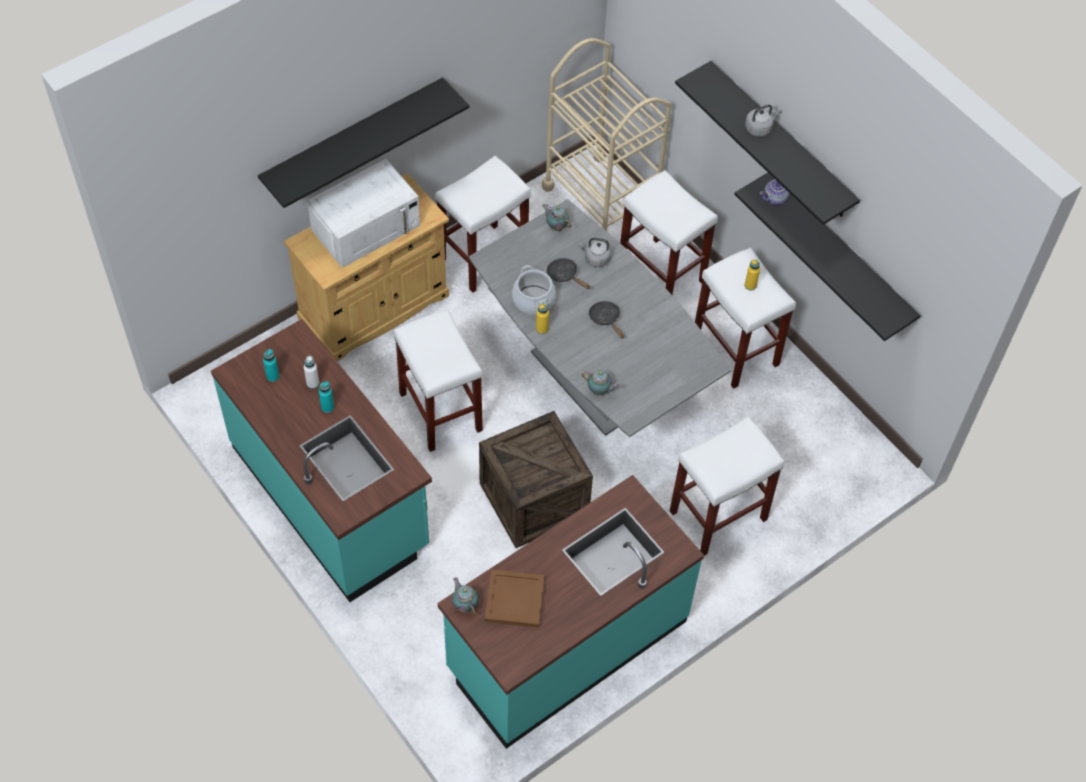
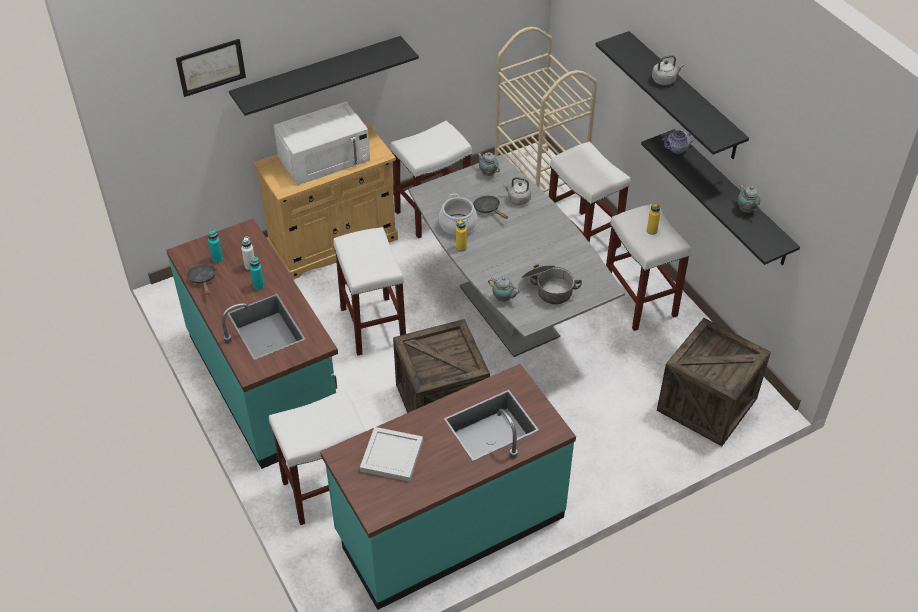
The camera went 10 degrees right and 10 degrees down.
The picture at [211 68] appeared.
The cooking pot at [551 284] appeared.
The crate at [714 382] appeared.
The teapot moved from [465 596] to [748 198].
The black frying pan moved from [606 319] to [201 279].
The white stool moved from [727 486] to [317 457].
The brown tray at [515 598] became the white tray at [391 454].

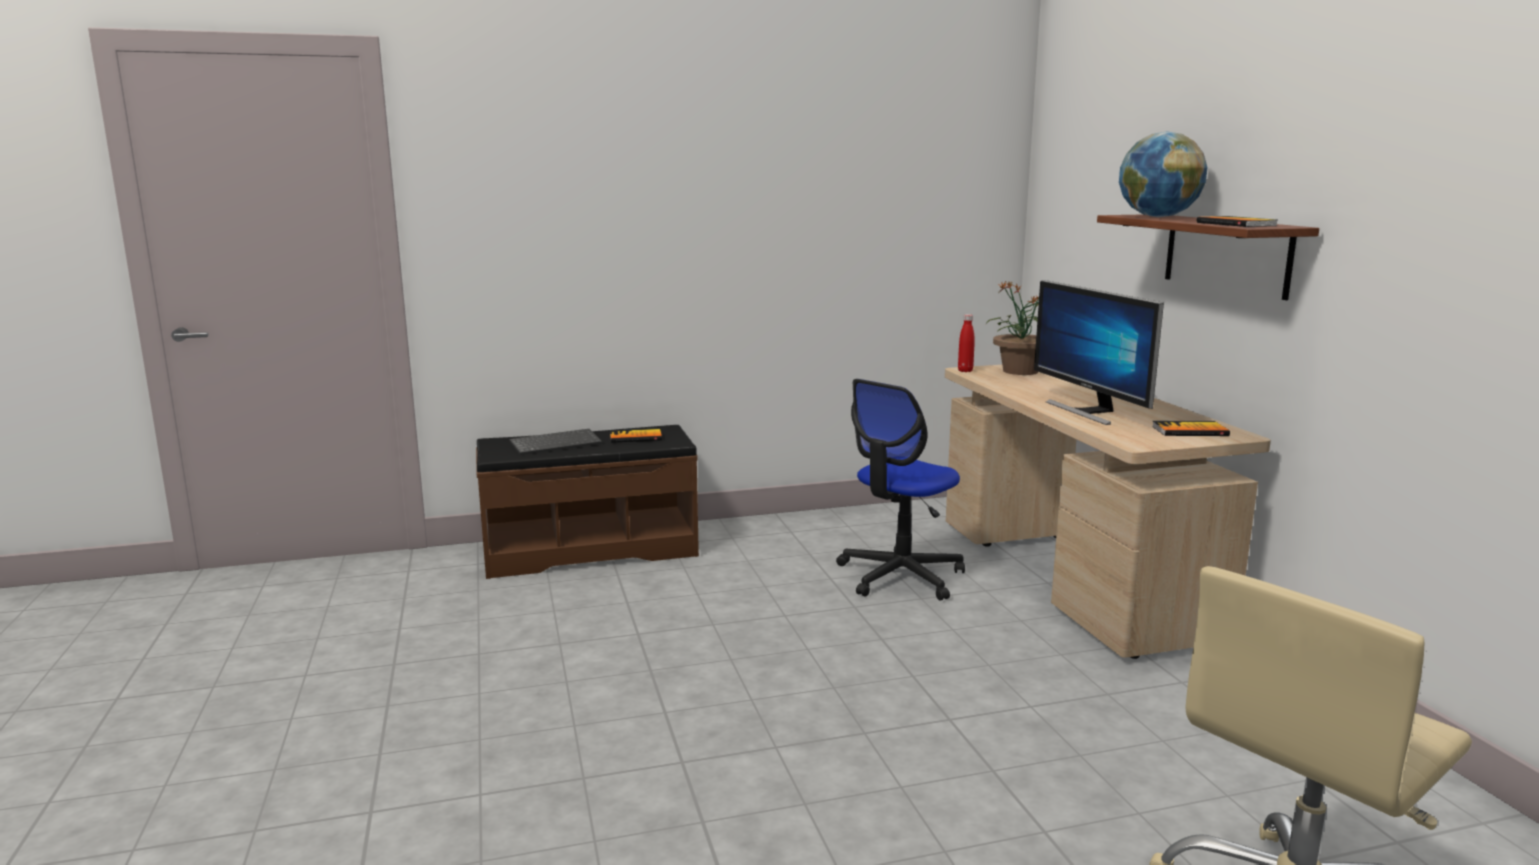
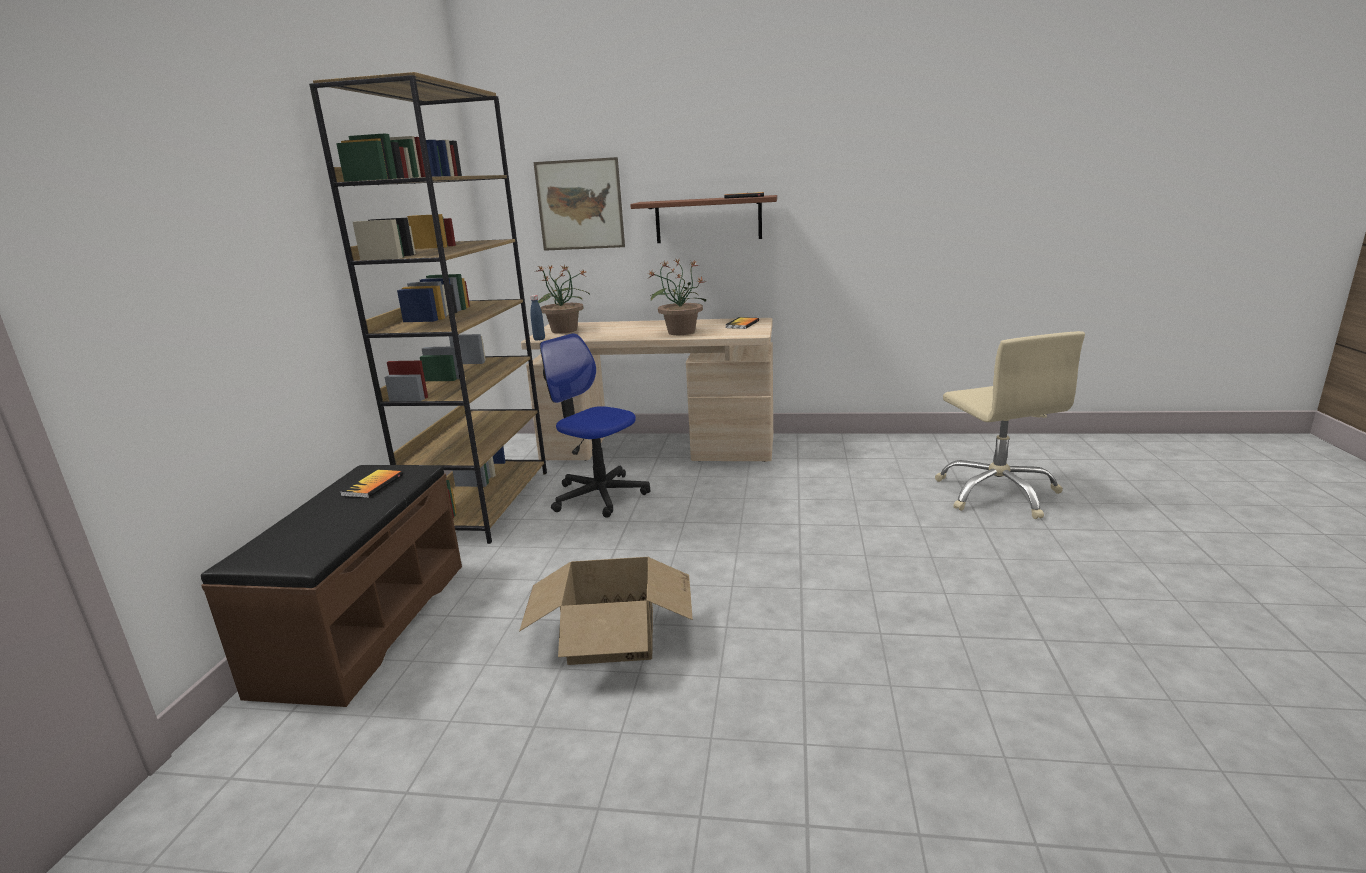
The camera went 65 degrees left and 5 degrees up.
The keyboard at [555 442] disappeared.
The globe at [1163 174] disappeared.
The brown bookcase at [428 308] appeared.
The cardboard box at [606 611] appeared.
The picture at [579 204] appeared.
The monitor at [1099 352] was replaced by the potted plant at [678 296].
The red bottle at [966 343] became the blue bottle at [537 318].
The office chair at [900 490] turned 150 degrees clockwise.

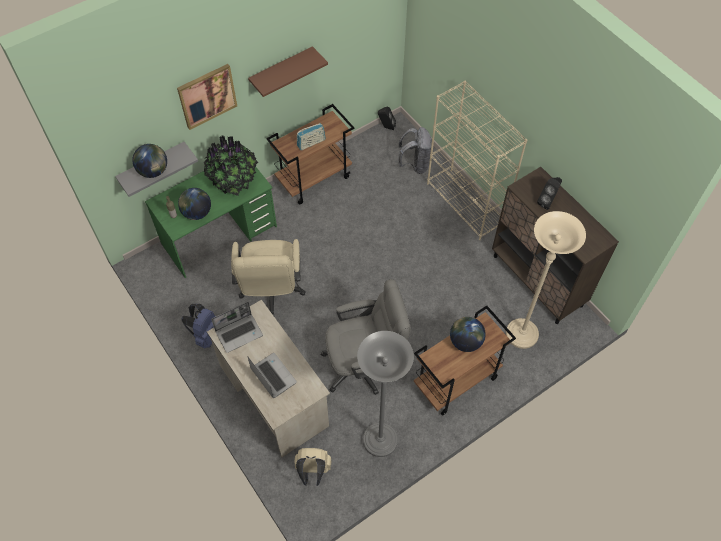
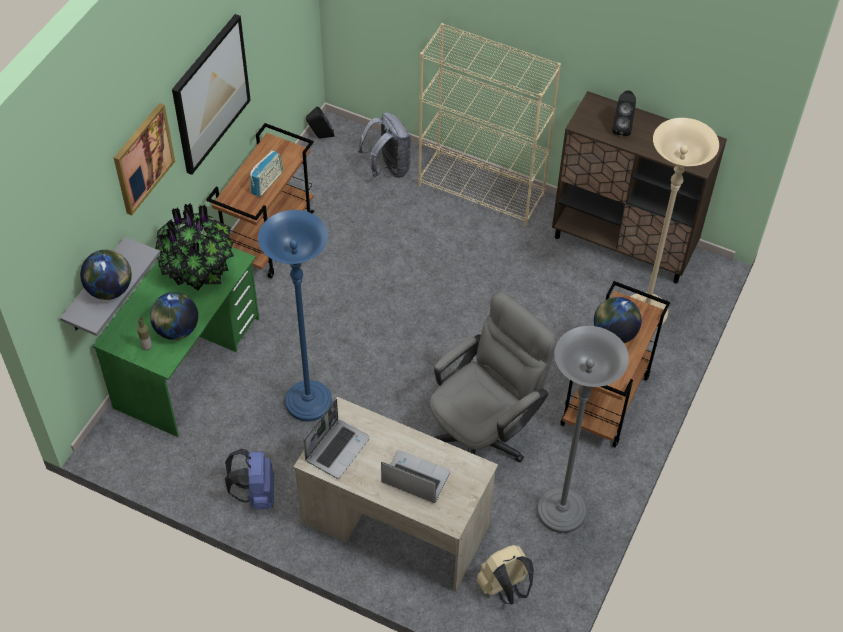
The camera went 30 degrees left and 5 degrees down.
The beige office chair at [268 277] was replaced by the blue floor lamp at [295 315].
The brown shelf at [288 71] was replaced by the picture at [211 94].

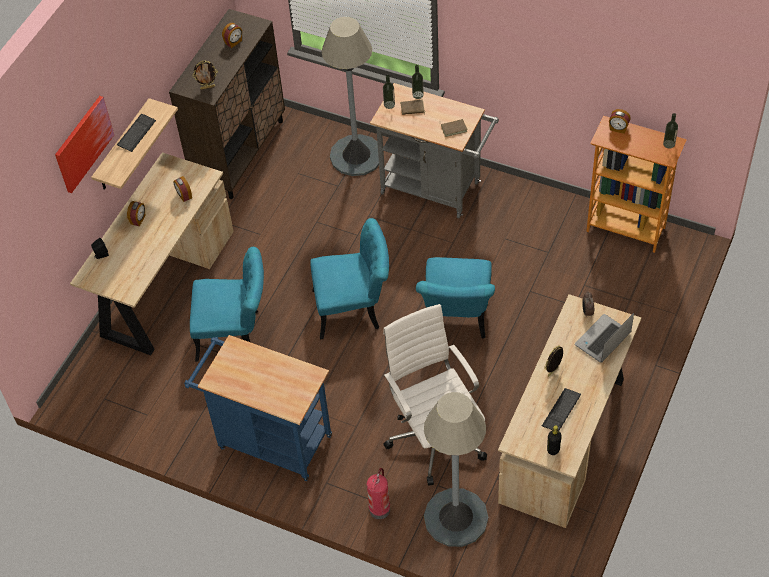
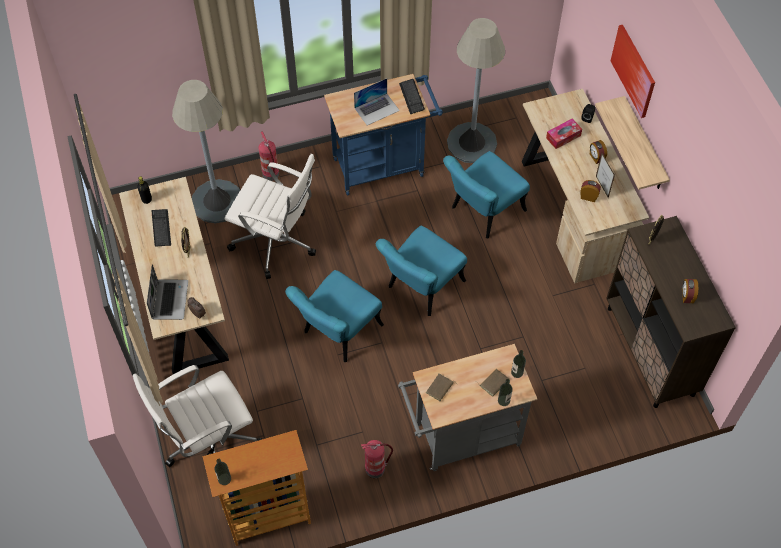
The camera went 135 degrees right and 5 degrees up.
The alarm clock at [620 121] disappeared.
The white office chair at [197 416] appeared.
The laptop at [377 101] appeared.
The fire extinguisher at [377 459] appeared.
The tissue box at [564 133] appeared.
The picture frame at [605 176] appeared.
The keyboard moved from [136 133] to [412 96].
The grey floor lamp moved from [350 96] to [476 90].
The turquoise chair at [455 298] turned 105 degrees counterclockwise.

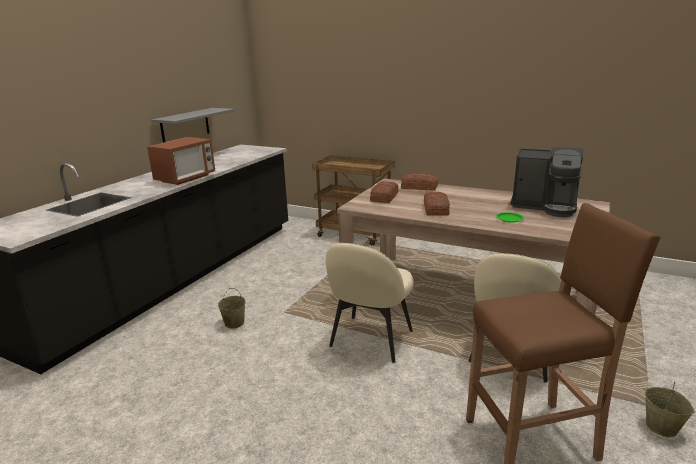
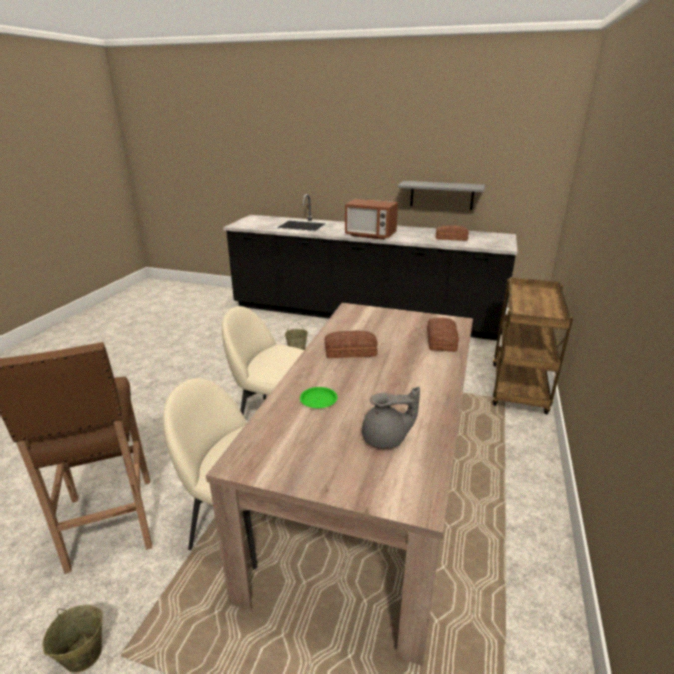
The camera went 80 degrees right and 5 degrees up.
The bread moved from [384 192] to [452 233].
The coffee machine at [546 182] was replaced by the grey teapot at [391 417].

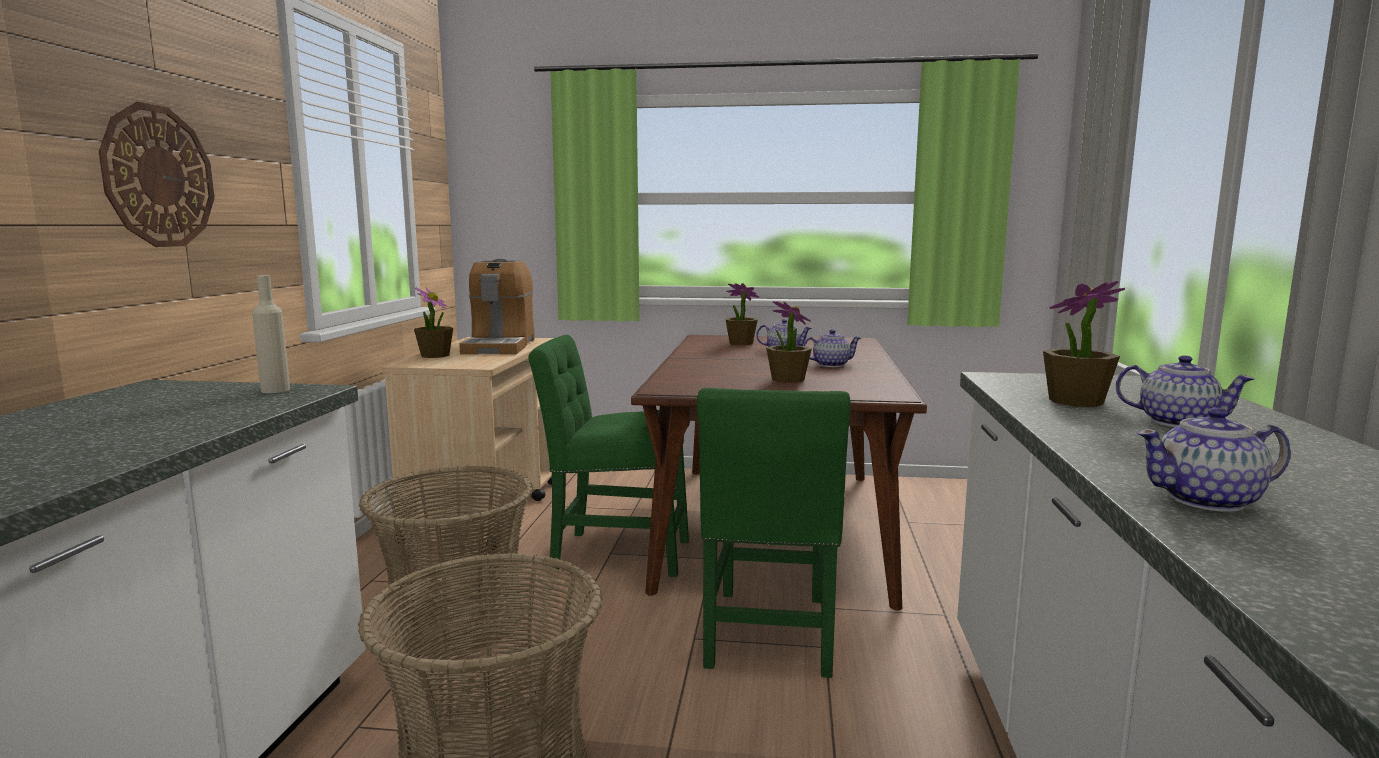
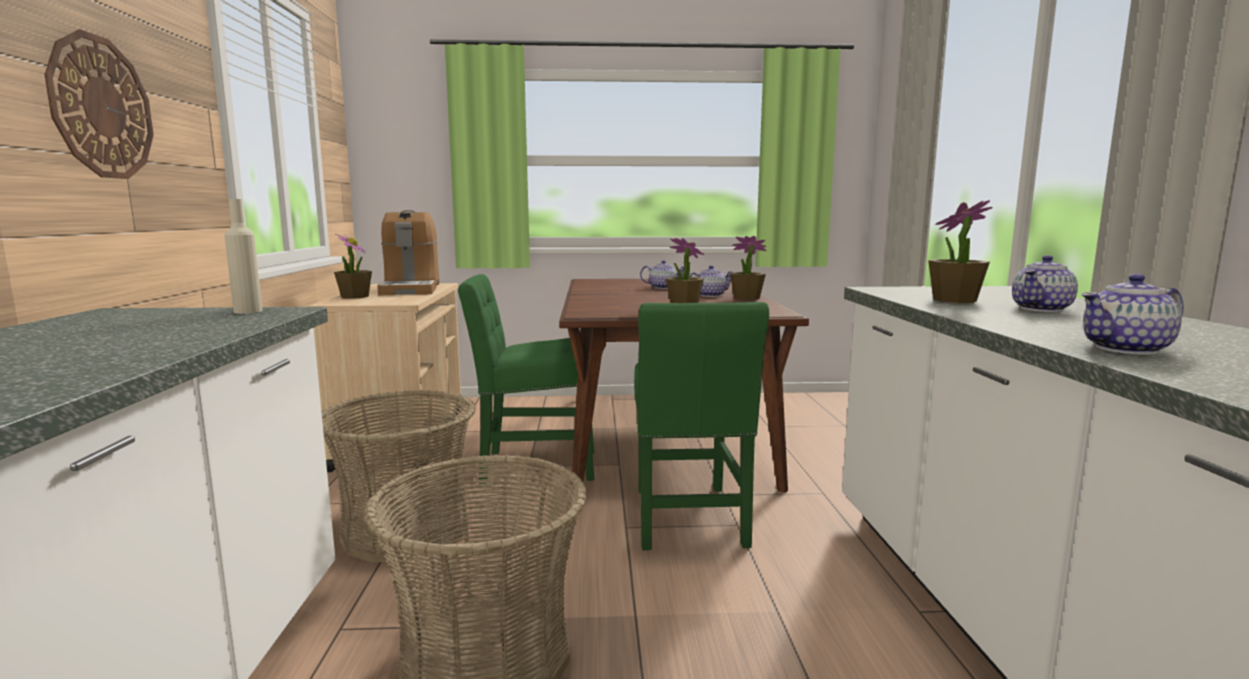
The camera went 10 degrees left and 0 degrees up.
The potted plant moved from [742 314] to [748 268].
The teapot at [1185 391] turned 120 degrees clockwise.

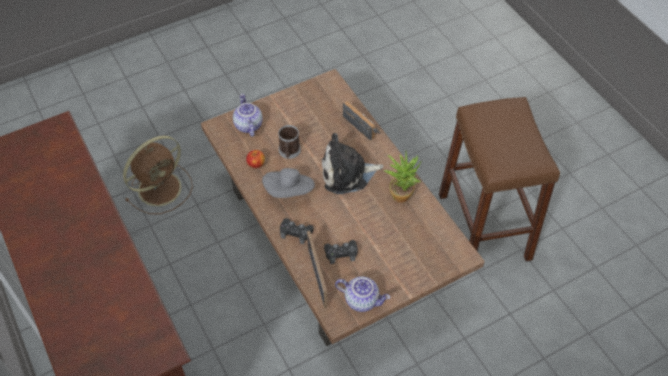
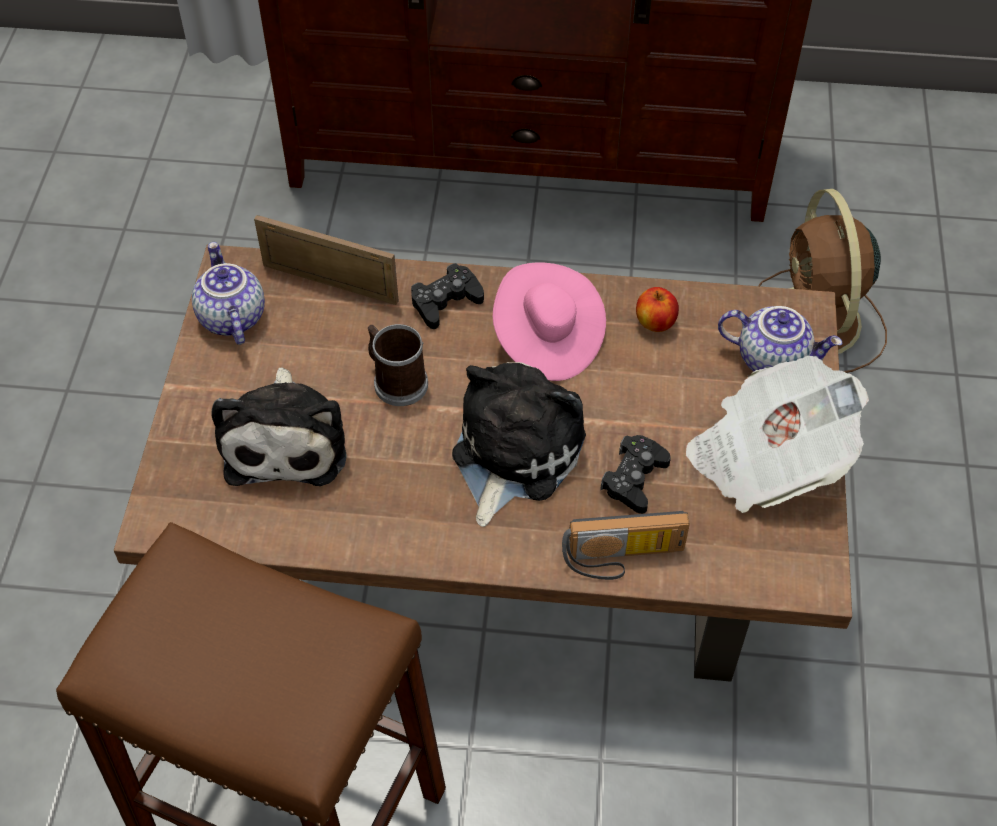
The camera went 125 degrees right and 0 degrees up.
The potted plant at [403 177] disappeared.
The plush toy at [279 426] appeared.
The newspaper at [777 434] appeared.
The mug moved from [289 142] to [398 365].
The black game controller moved from [341 252] to [635 474].
The grey hat at [288 183] became the pink hat at [549 322].
The teapot at [362 294] turned 105 degrees clockwise.

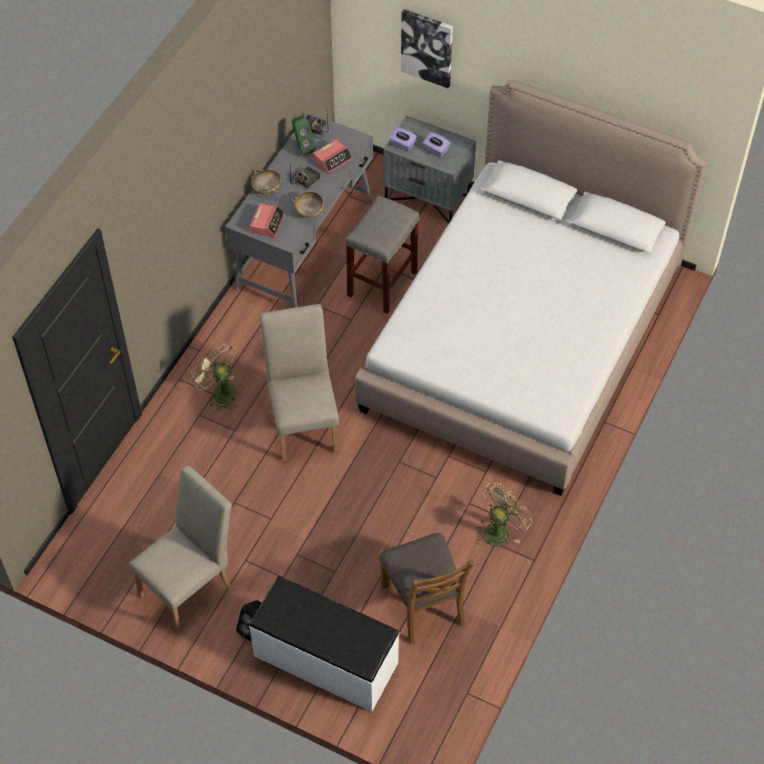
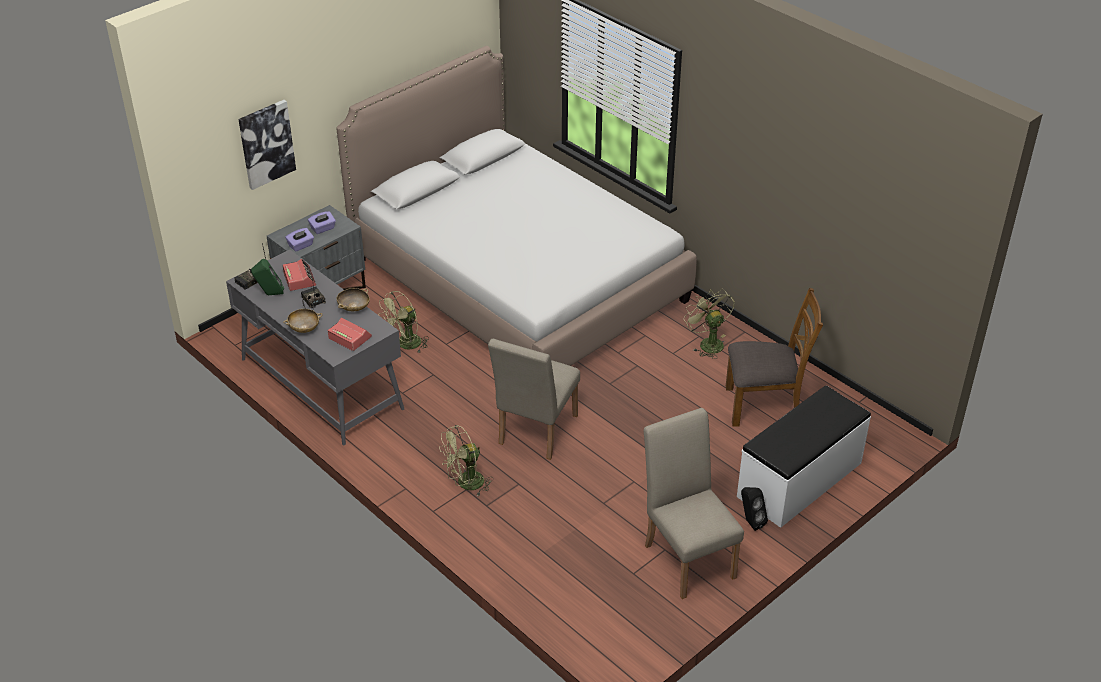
The camera went 70 degrees left and 15 degrees down.
The grey stool at [382 254] was replaced by the green fan at [403 322].
The beige chair at [299 383] turned 75 degrees counterclockwise.

